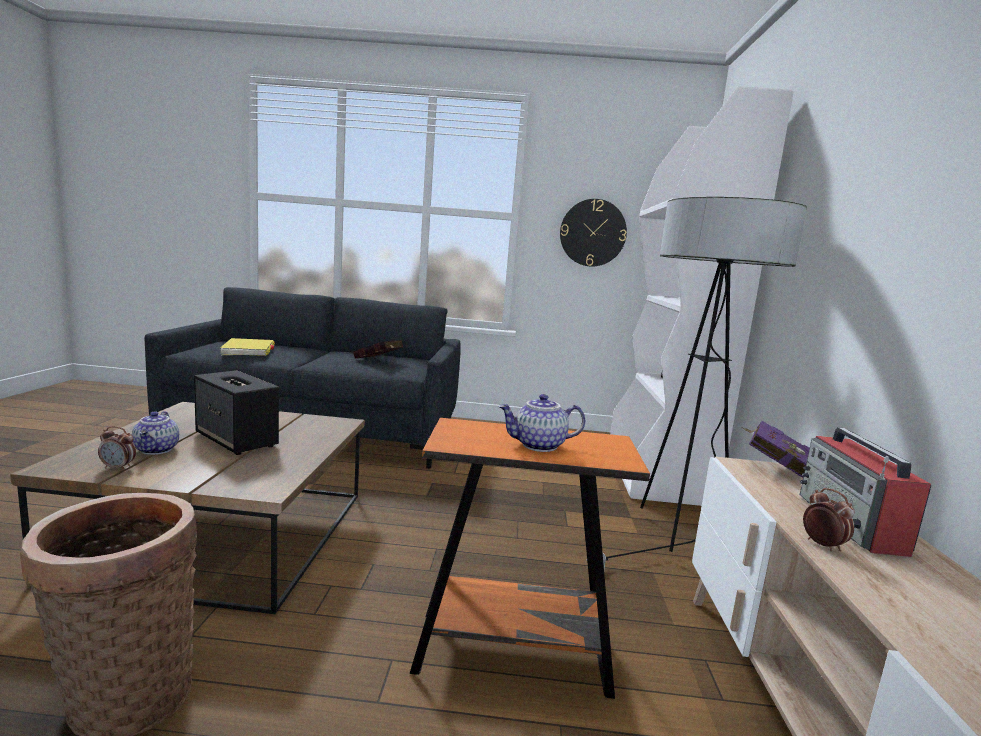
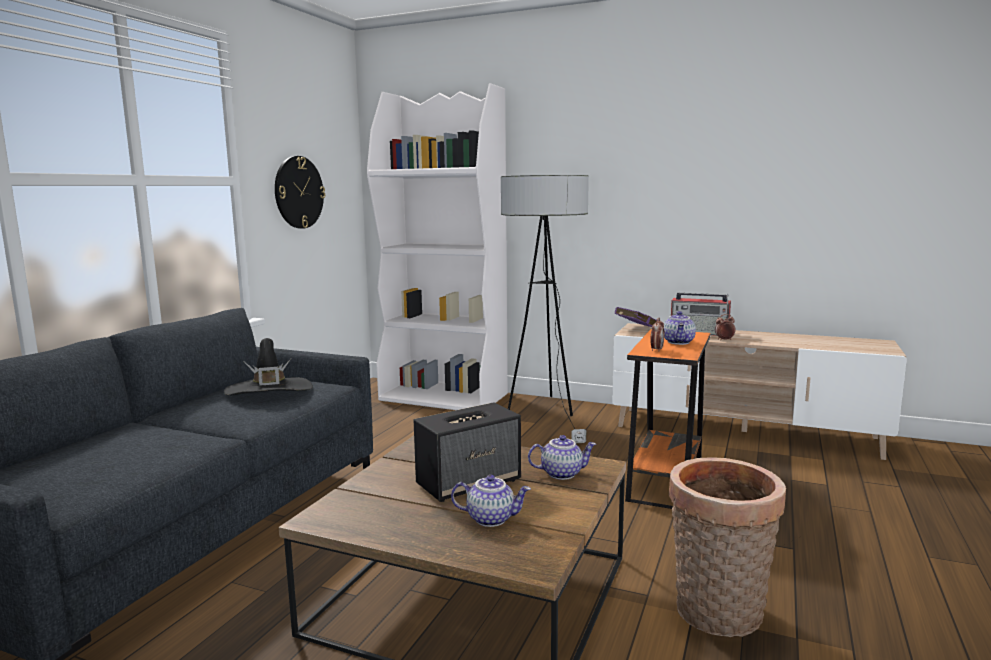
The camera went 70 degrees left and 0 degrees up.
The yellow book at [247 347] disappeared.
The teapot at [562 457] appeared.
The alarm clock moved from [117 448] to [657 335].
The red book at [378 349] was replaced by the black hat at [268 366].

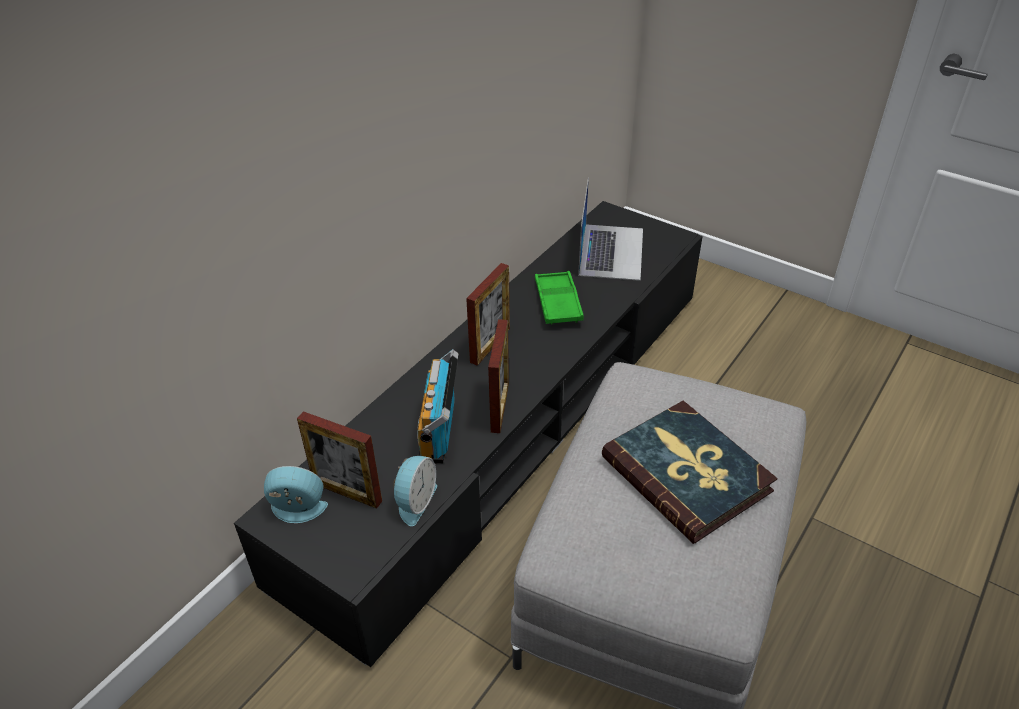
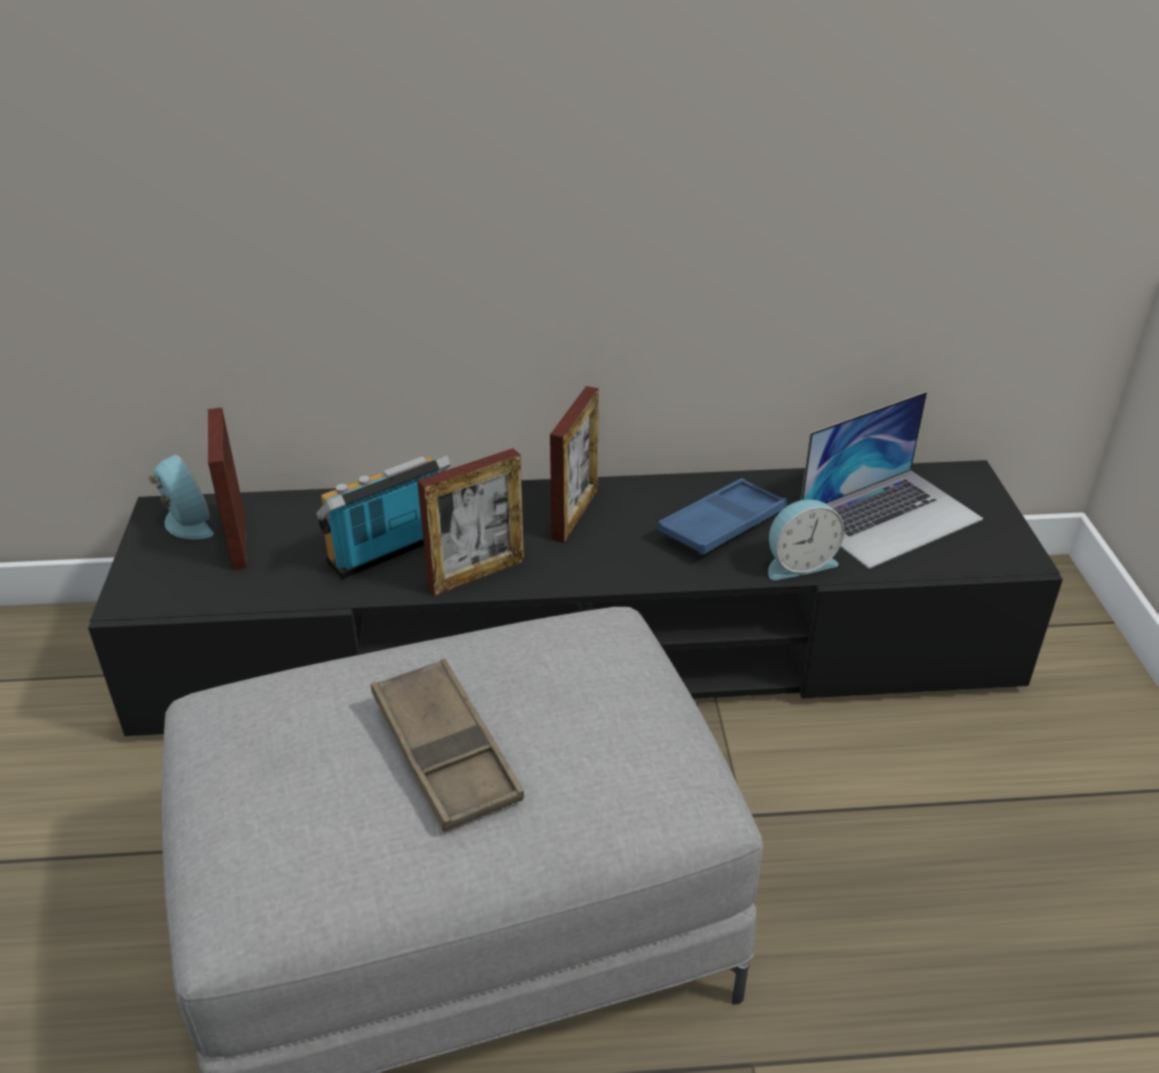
The camera went 50 degrees right and 5 degrees down.
The alarm clock moved from [415 491] to [806 539].
The book at [690 472] was replaced by the brown tray at [447 745].
The green tray at [559 297] became the blue tray at [722 516].
The picture frame at [488 314] turned 60 degrees counterclockwise.

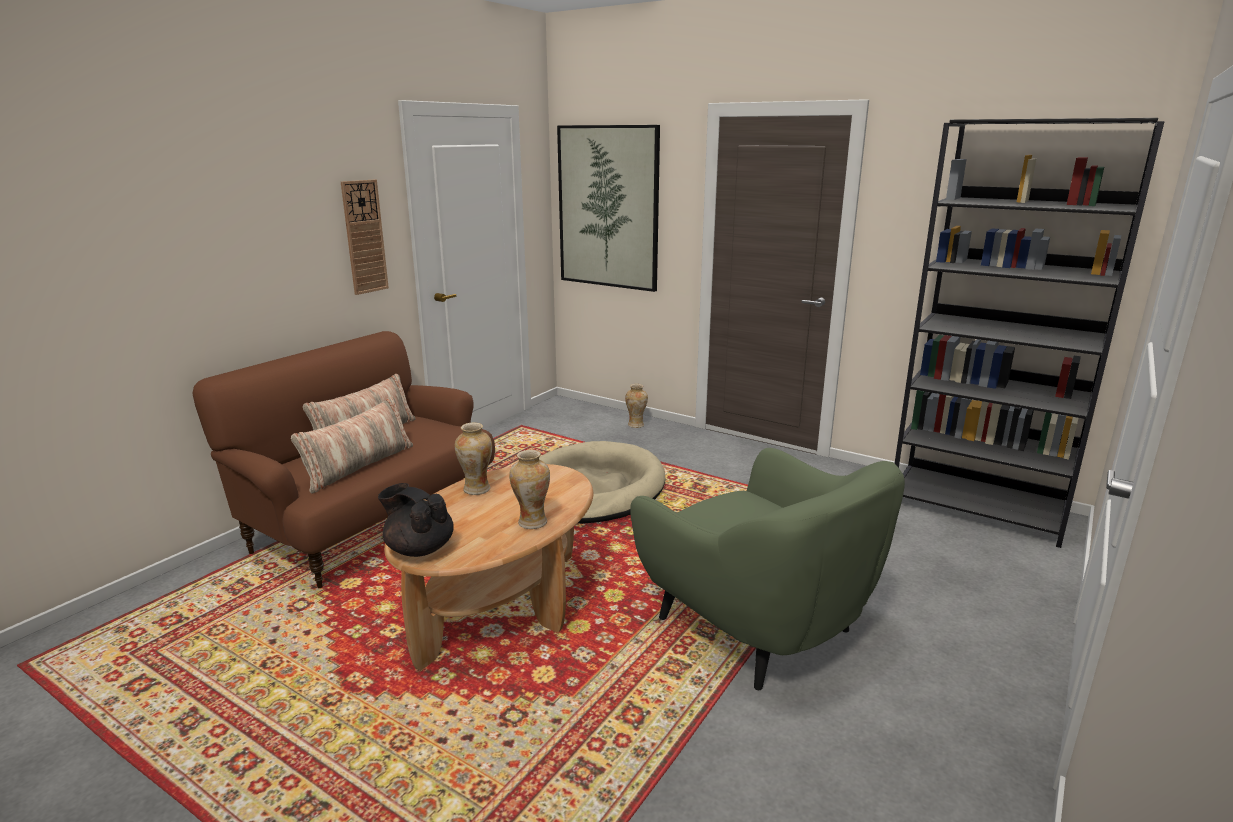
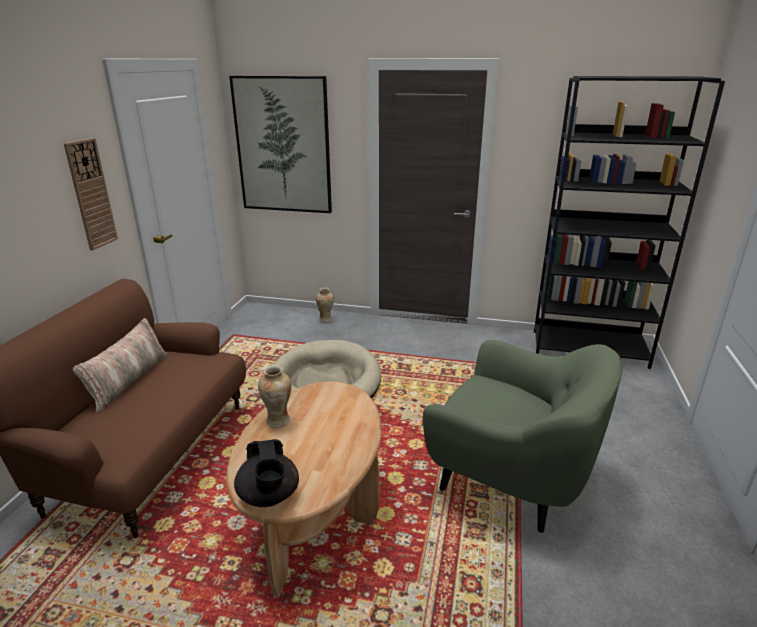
The camera went 20 degrees left and 5 degrees up.
The pillow at [352 445] disappeared.
The vase at [529 489] disappeared.
The black teapot at [416 520] turned 120 degrees counterclockwise.

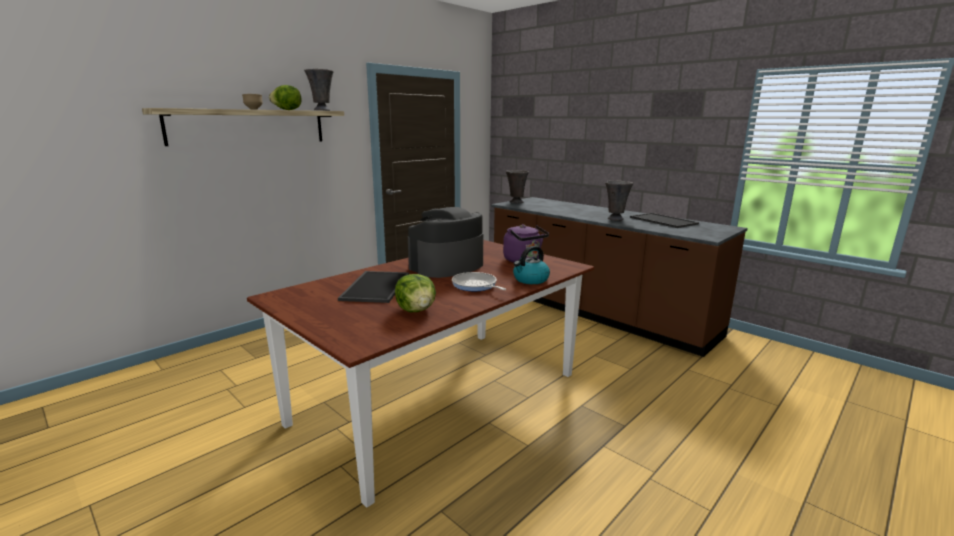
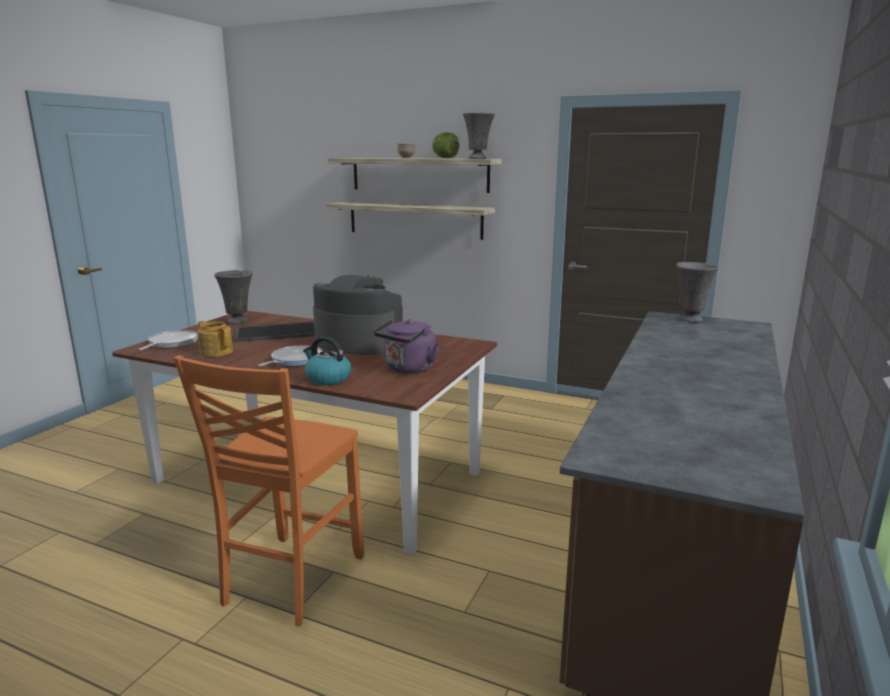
The camera went 70 degrees right and 0 degrees up.
The tray at [664 220] disappeared.
The frying pan at [168 340] appeared.
The orange chair at [269 490] appeared.
The shelf at [410 221] appeared.
The grey vase moved from [619 200] to [233 297].
The lettuce at [415 293] was replaced by the teapot at [215 339].

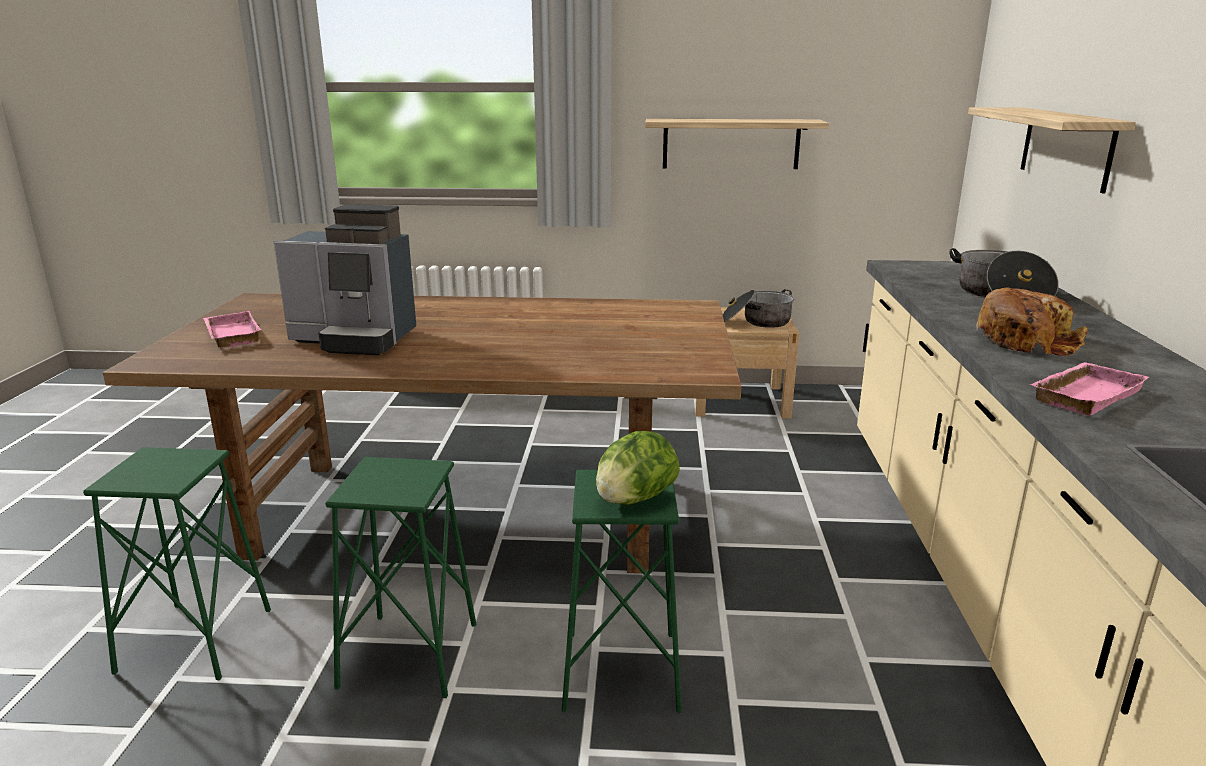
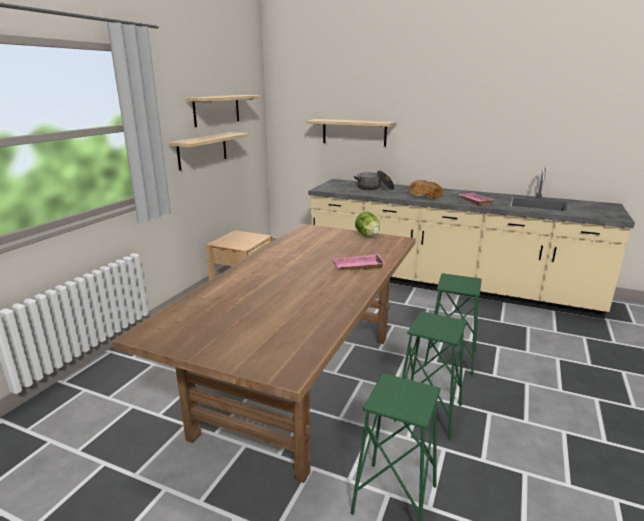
The camera went 70 degrees left and 0 degrees up.
The coffee machine at [345 280] disappeared.
The cooking pot at [758 308] disappeared.
The shelf at [223 111] appeared.
The pink tray moved from [232 329] to [359 262].
The lettuce moved from [638 468] to [367 224].

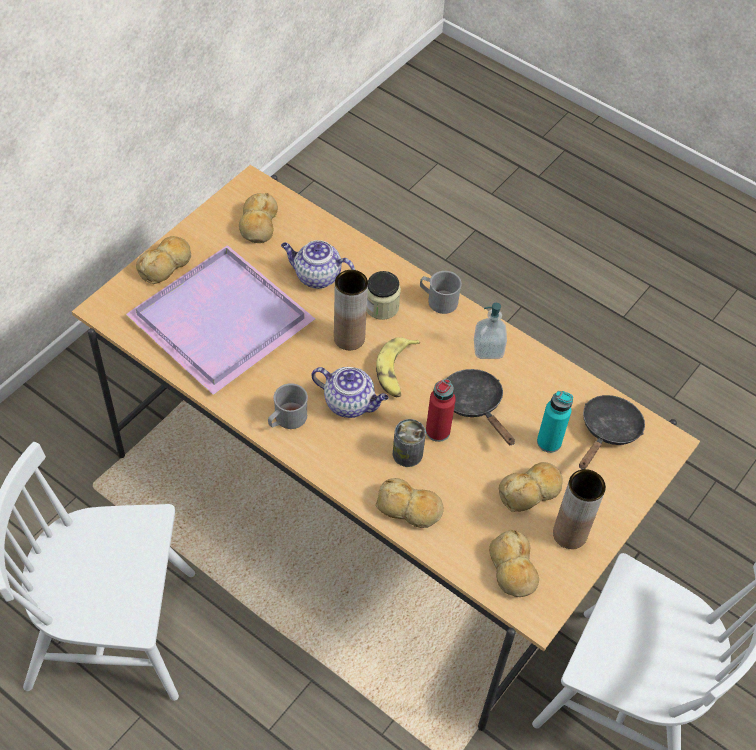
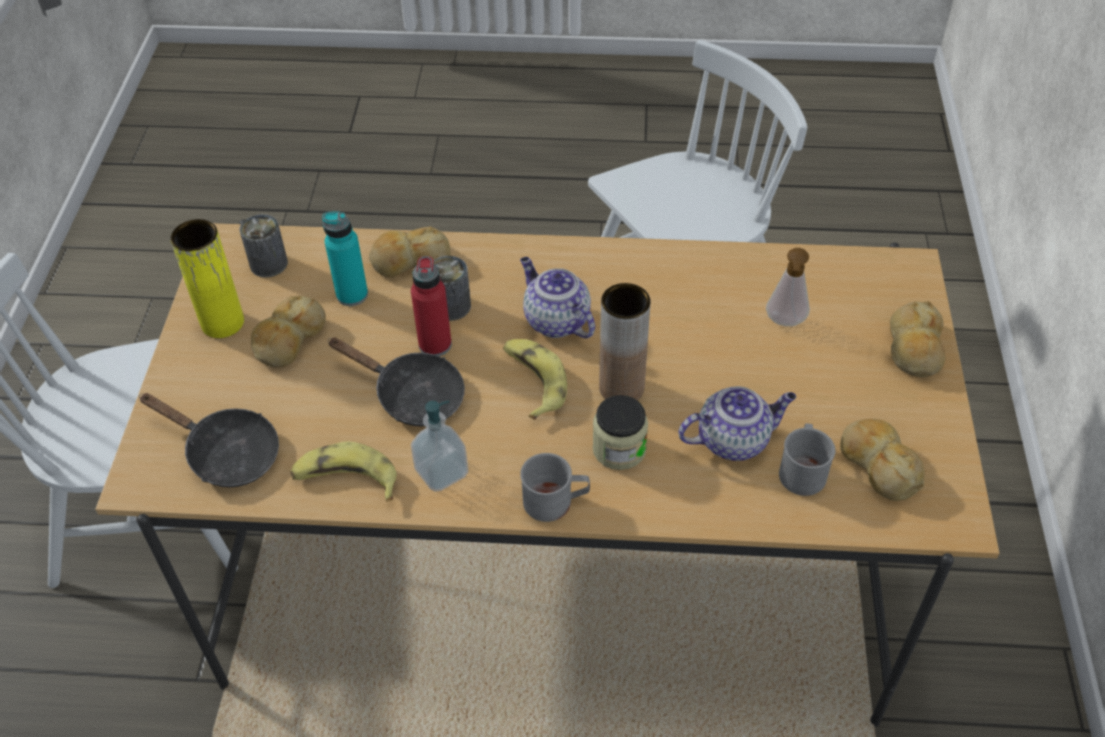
The camera went 150 degrees right and 5 degrees down.
The banana at [343 472] appeared.
The grey mug moved from [288 406] to [807 459].
The turquoise bottle moved from [555 422] to [345 259].
The purple tray at [220 320] was replaced by the soap dispenser at [788 287].
The bread at [514 563] was replaced by the can at [263 246].
The brown vase at [579 509] became the yellow vase at [207 278].
The teapot at [350 392] turned 60 degrees clockwise.
The black frying pan at [612 432] turned 60 degrees counterclockwise.

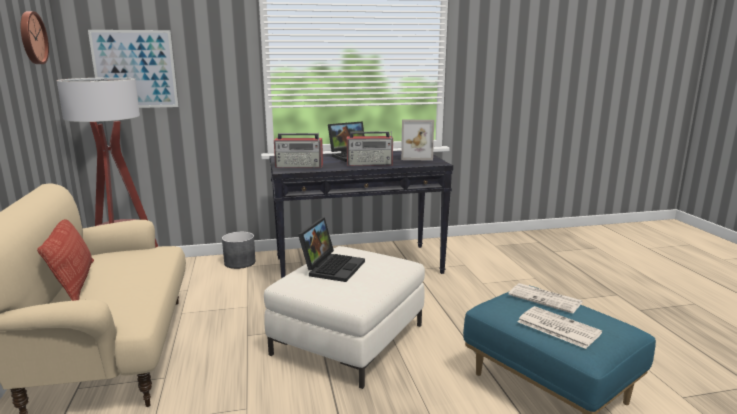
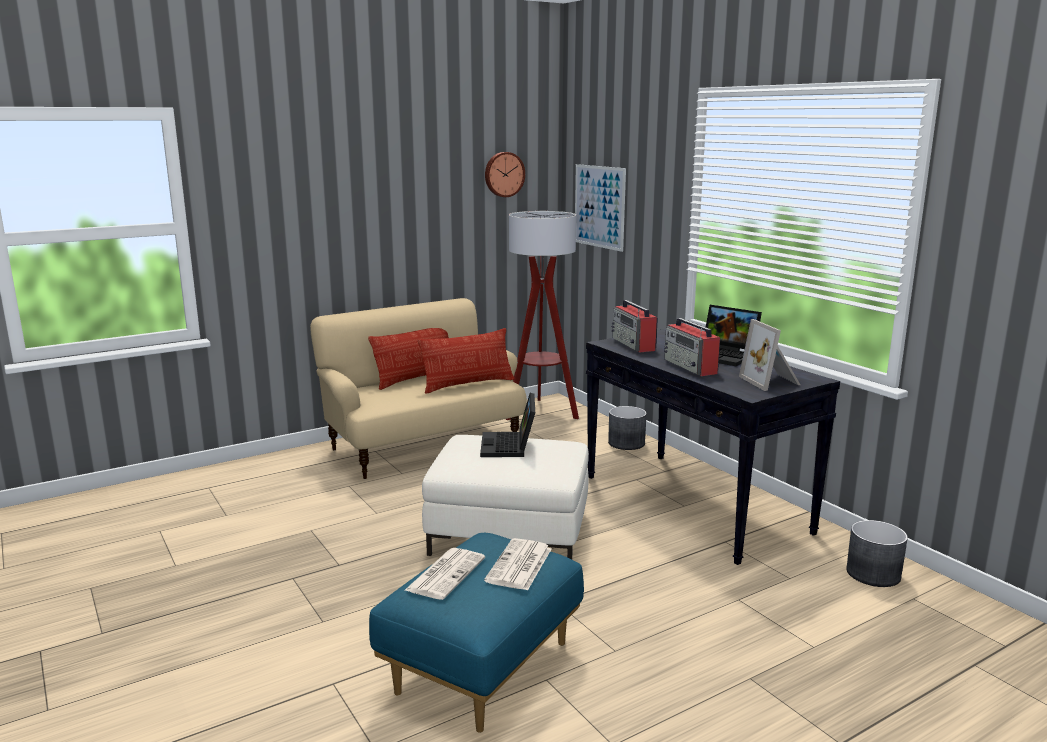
The camera went 70 degrees right and 0 degrees up.
The pillow at [466 361] appeared.
The grey planter at [877 553] appeared.
The laptop at [331 249] turned 90 degrees clockwise.

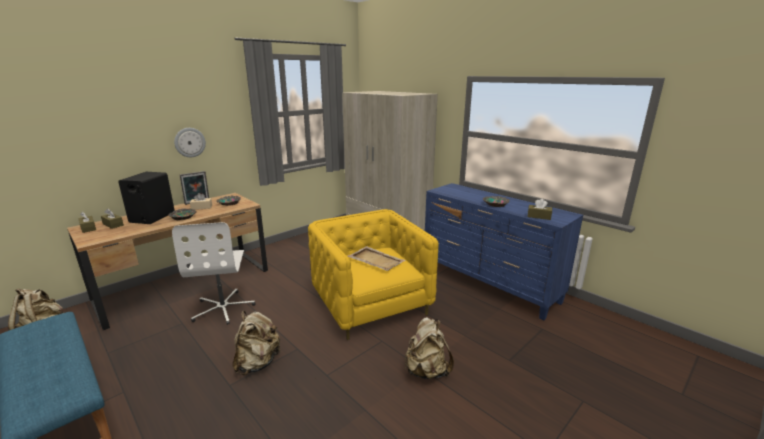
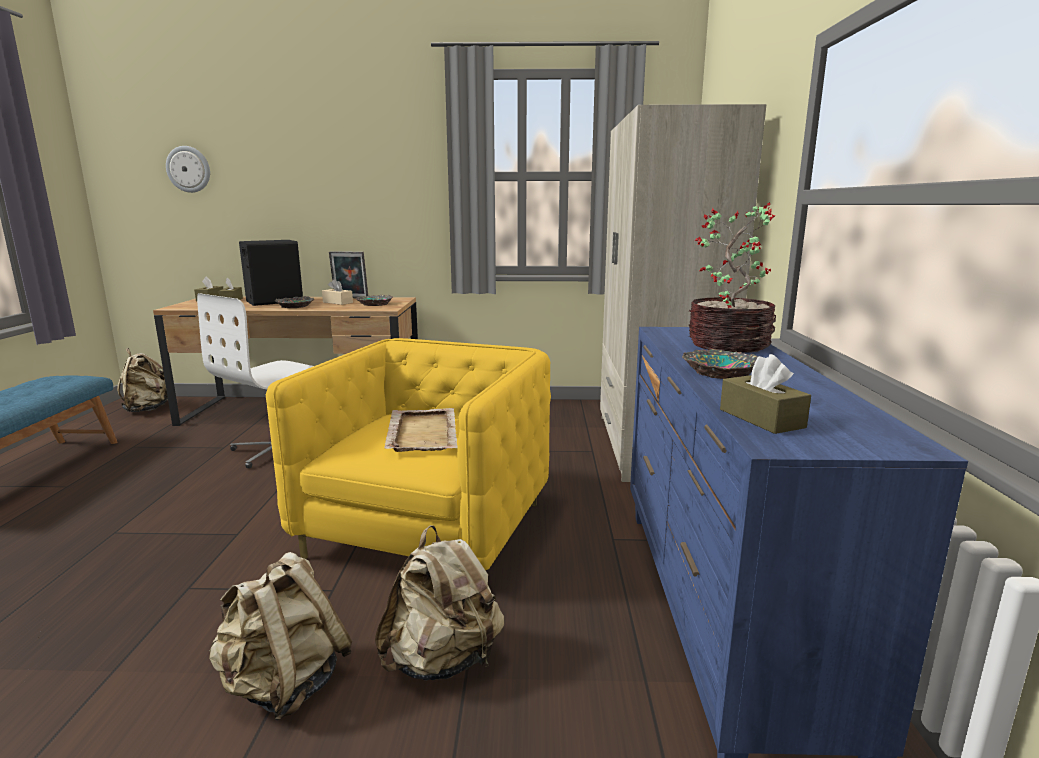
The camera went 45 degrees right and 5 degrees down.
The potted plant at [732 277] appeared.
The wall clock moved from [190 142] to [188 169].
The beige backpack moved from [257 343] to [439 602].

